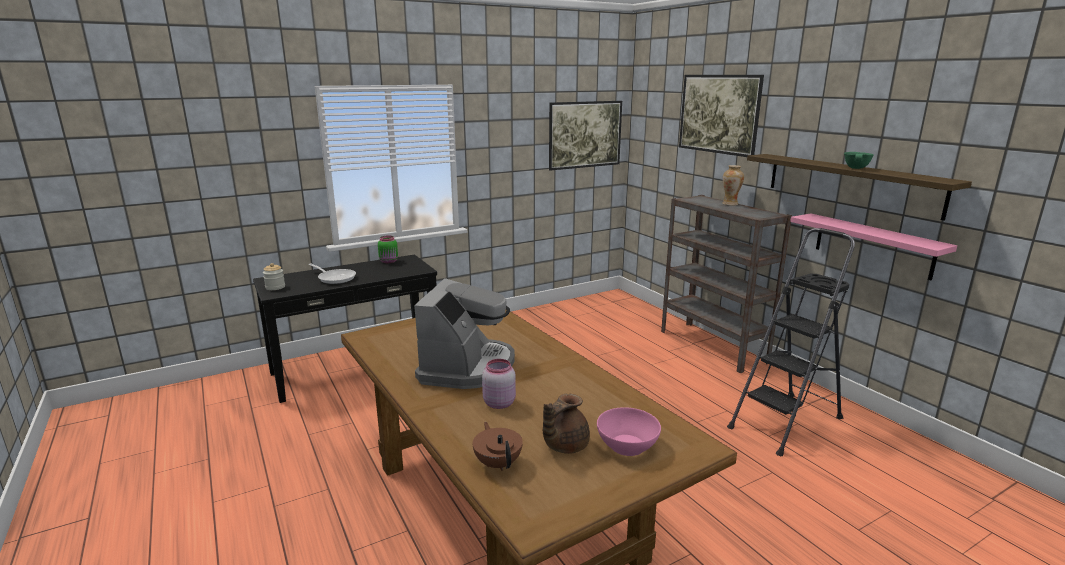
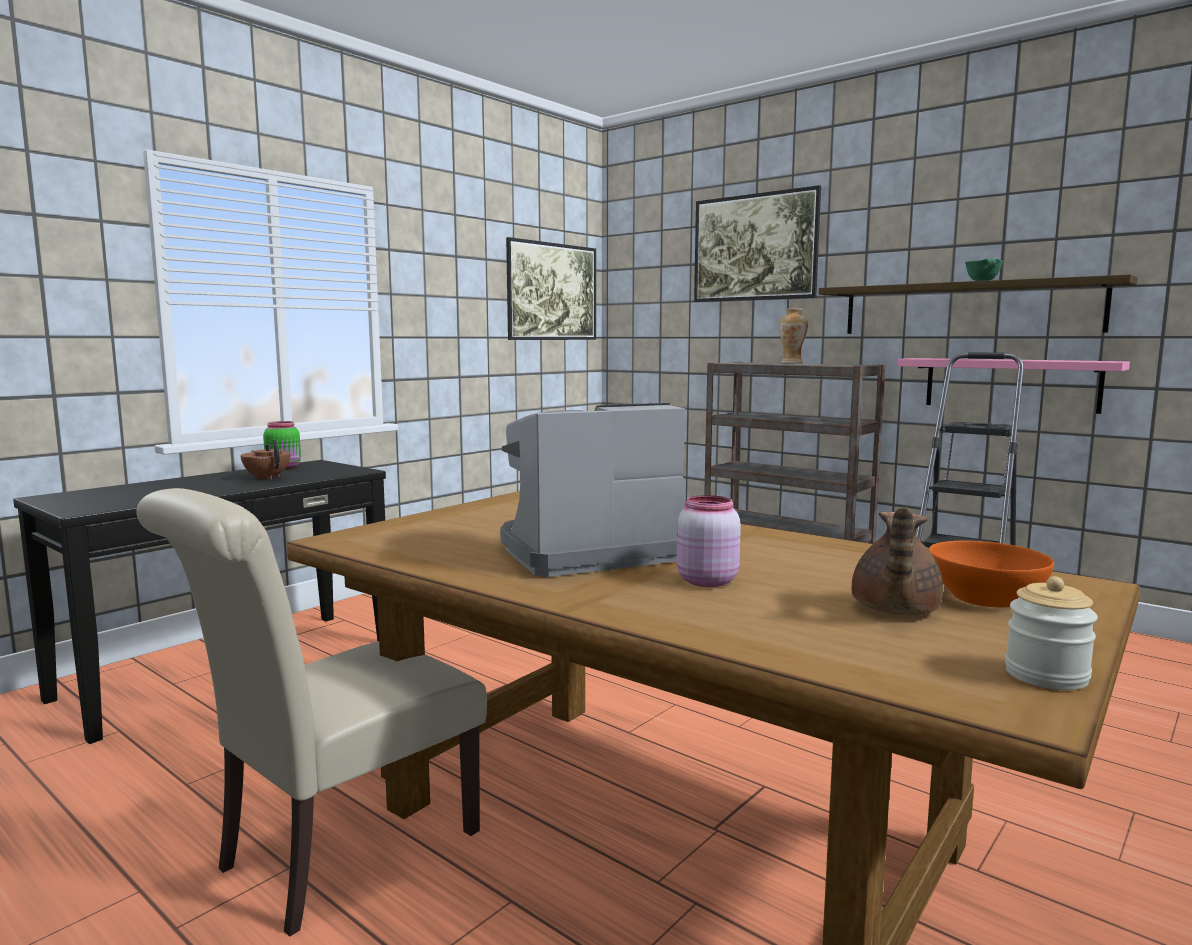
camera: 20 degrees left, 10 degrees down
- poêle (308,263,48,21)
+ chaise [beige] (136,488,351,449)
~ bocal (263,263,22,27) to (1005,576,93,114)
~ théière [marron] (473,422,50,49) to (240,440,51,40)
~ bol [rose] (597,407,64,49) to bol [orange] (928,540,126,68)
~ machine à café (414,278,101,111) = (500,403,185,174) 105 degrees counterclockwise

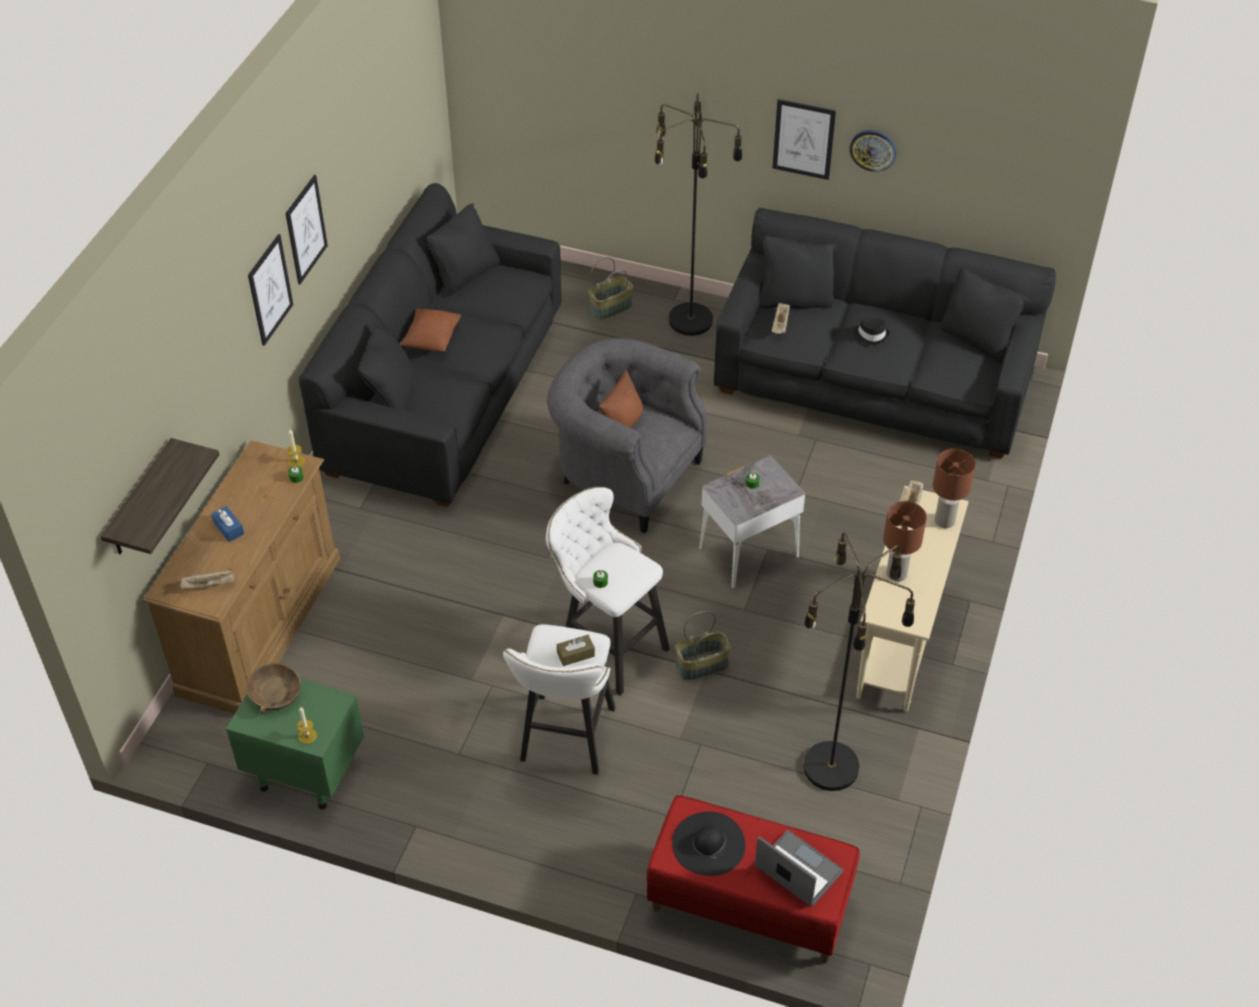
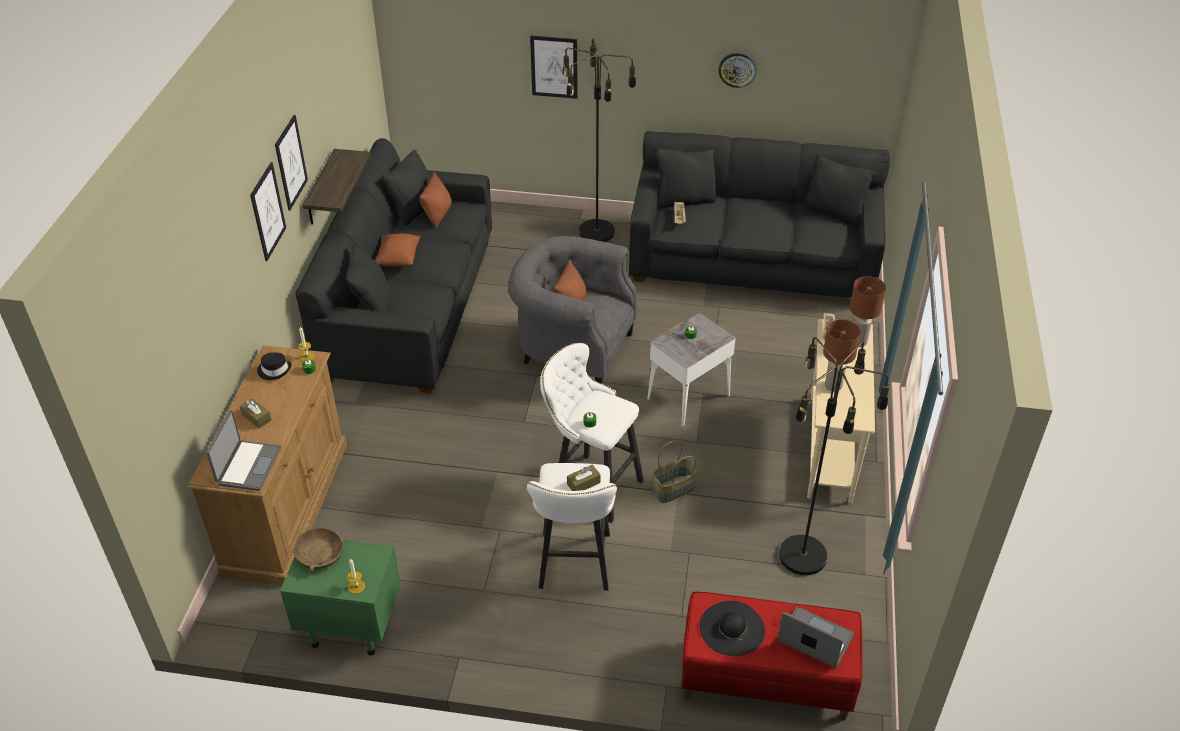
camera: 10 degrees left, 5 degrees down
- panier (588,257,45,63)
+ coussin [marron] (420,172,32,55)
~ étagère (100,438,119,116) to (302,149,69,76)
~ tableau (773,99,63,81) to (530,35,48,64)
~ chapeau [noir] (853,317,37,28) to (257,352,35,28)
~ plateau [beige] (181,569,54,21) to ordinateur portable (206,410,75,81)
~ boîte à mouchoirs [bleu] (211,506,33,36) to boîte à mouchoirs [marron] (240,398,32,30)

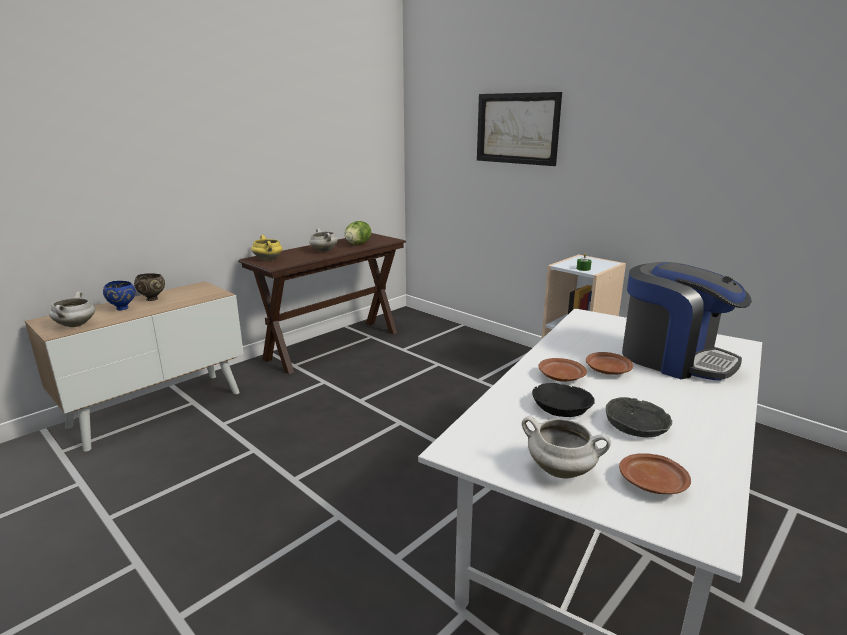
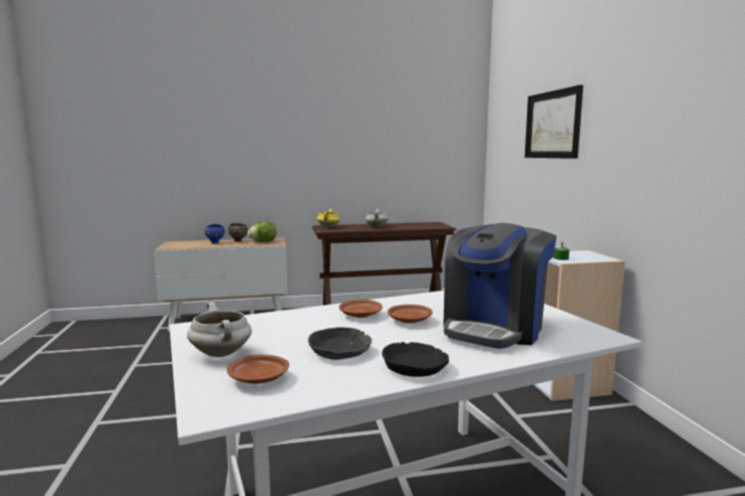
camera: 35 degrees right, 10 degrees down
- marmite [blanc] (49,292,46,35)
~ laitue (345,221,26,24) to (248,221,28,21)
~ bol [noir] (532,383,63,34) to (382,342,67,35)
~ machine à café (622,262,130,119) = (443,223,114,126) 45 degrees clockwise

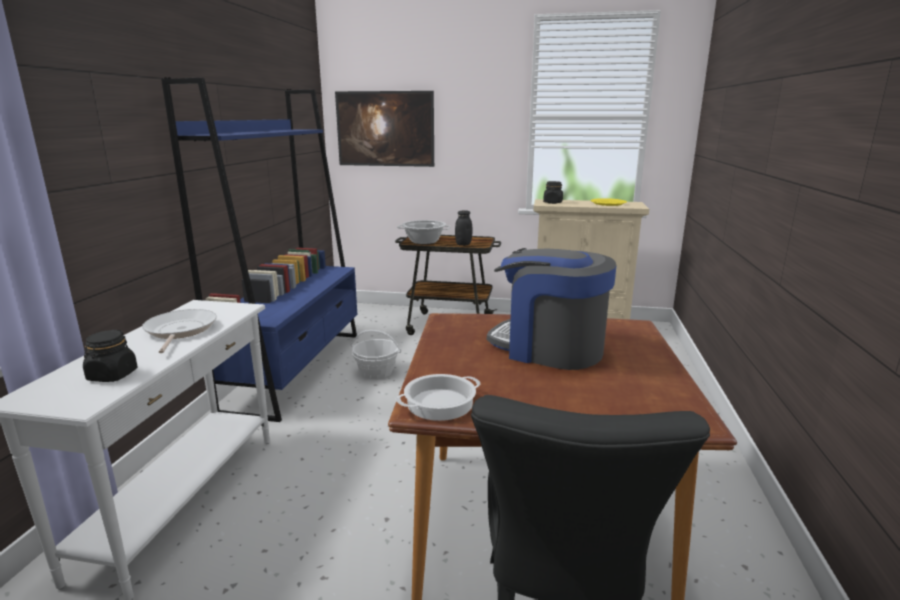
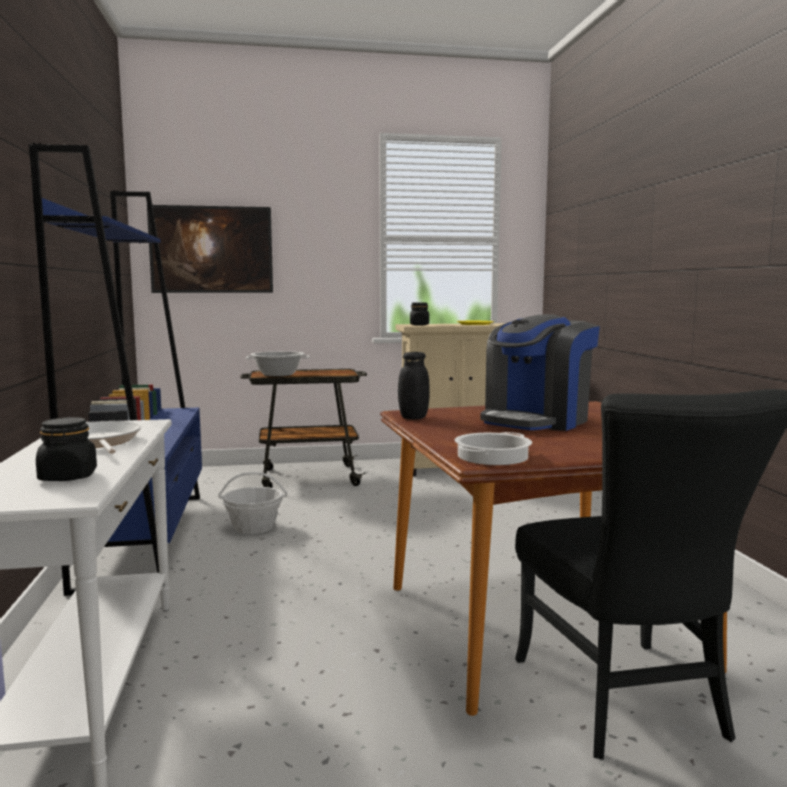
camera: 20 degrees left, 10 degrees down
~ bocal [noir] (455,210,17,36) to (398,352,32,67)
~ machine à café (487,248,130,122) = (480,314,120,117) 60 degrees counterclockwise

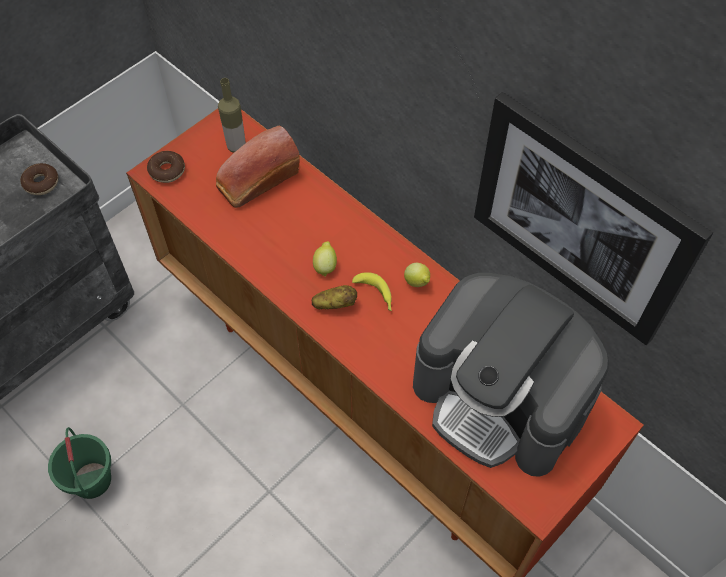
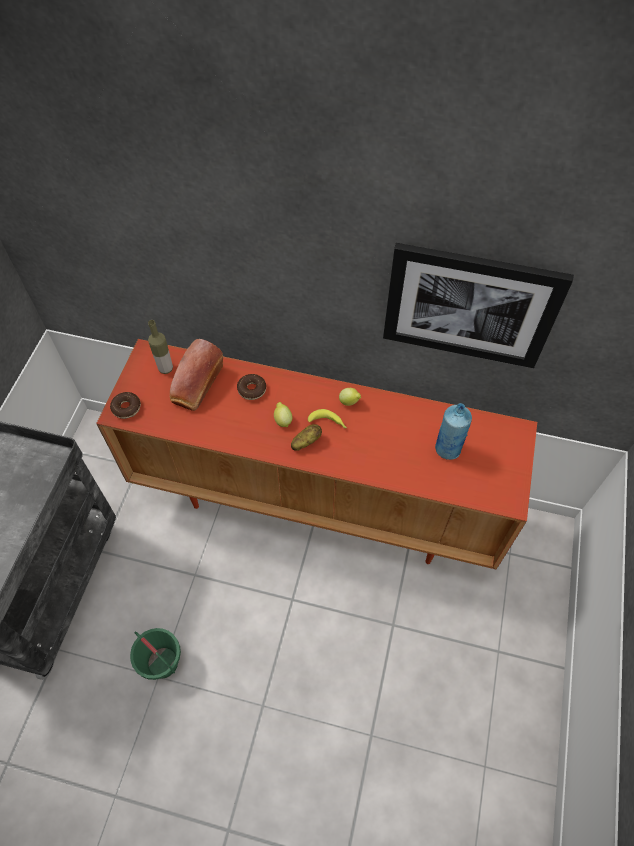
camera: 30 degrees left, 0 degrees up
~ beignet (20,163,38,32) to (237,374,29,26)
~ machine à café (413,273,196,204) to bouteille [bleu] (435,403,37,57)

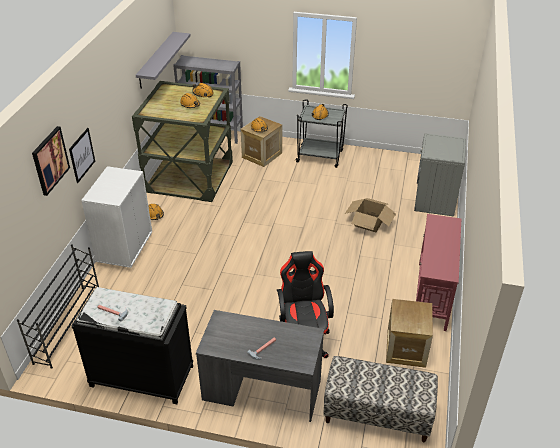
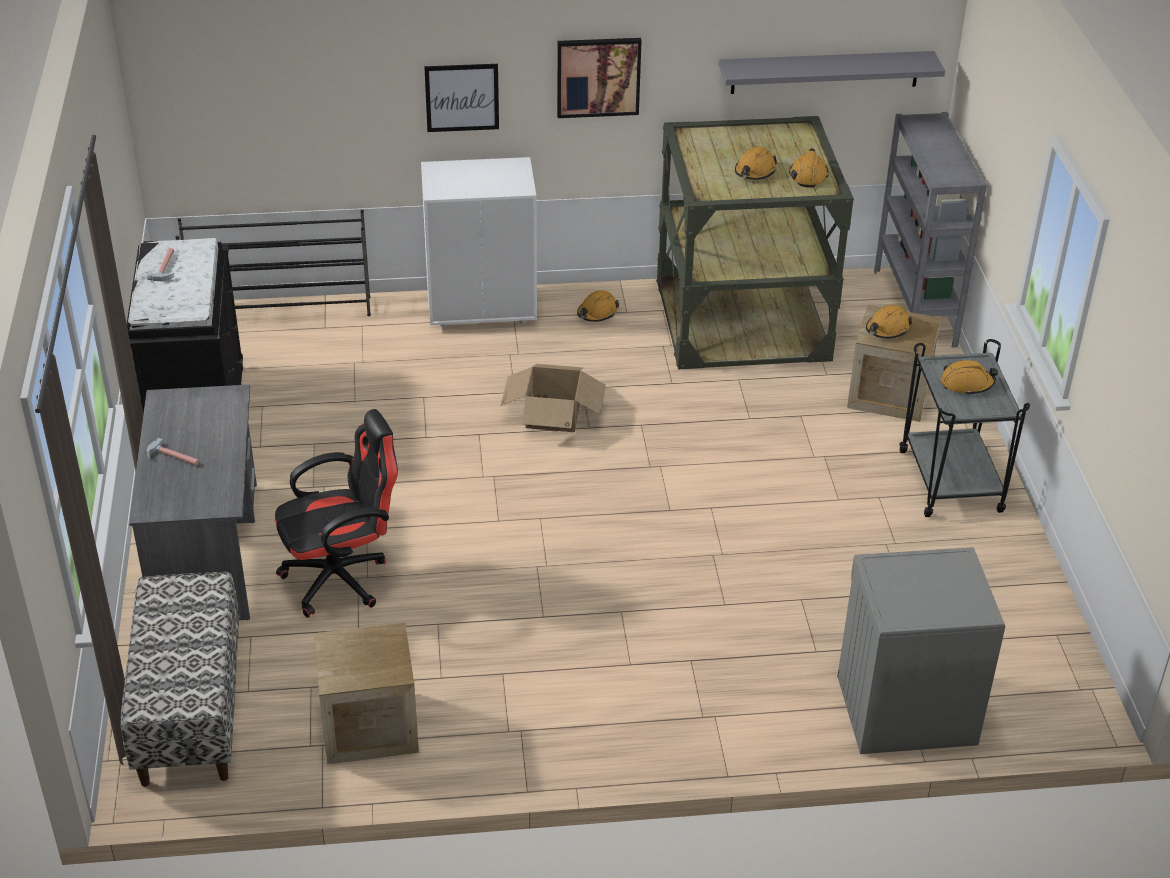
camera: 70 degrees right, 0 degrees up
- table console [rouge] (416,214,45,117)
~ tableau (32,126,38,70) to (557,38,84,80)
~ carton (345,198,51,34) to (500,364,106,68)

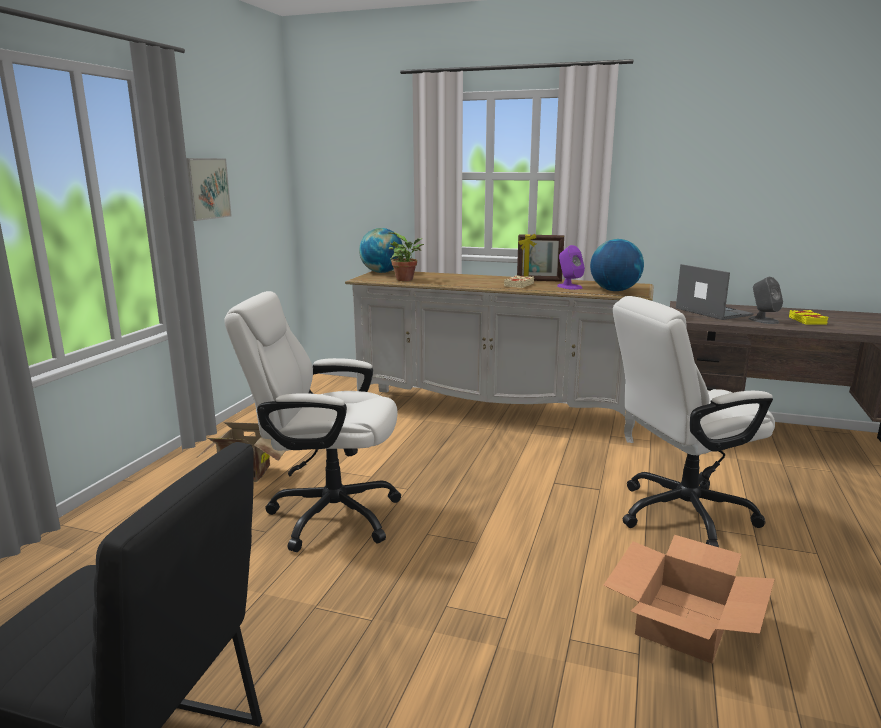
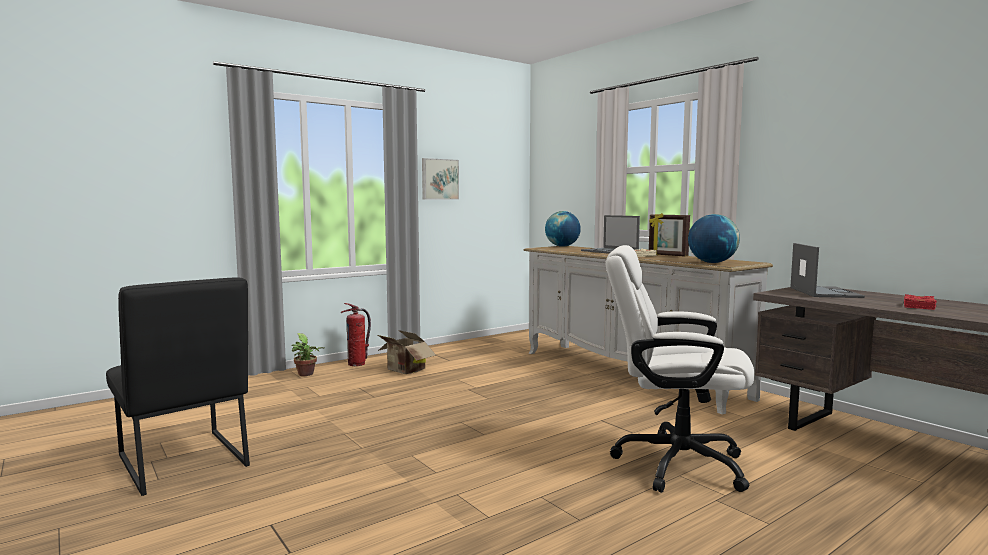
camera: 35 degrees right, 10 degrees down
- chaise de bureau [blanc] (224,291,177,261)
- enceinte [violet] (557,245,28,45)
- carton (603,535,172,129)
- enceinte [gris] (748,277,35,47)
+ extincteur (341,303,30,63)
+ ordinateur portable (581,215,59,39)
~ plante en pot (387,232,37,49) to (291,333,34,43)
~ livre [jaune] (789,310,39,15) to livre [rouge] (904,294,33,16)

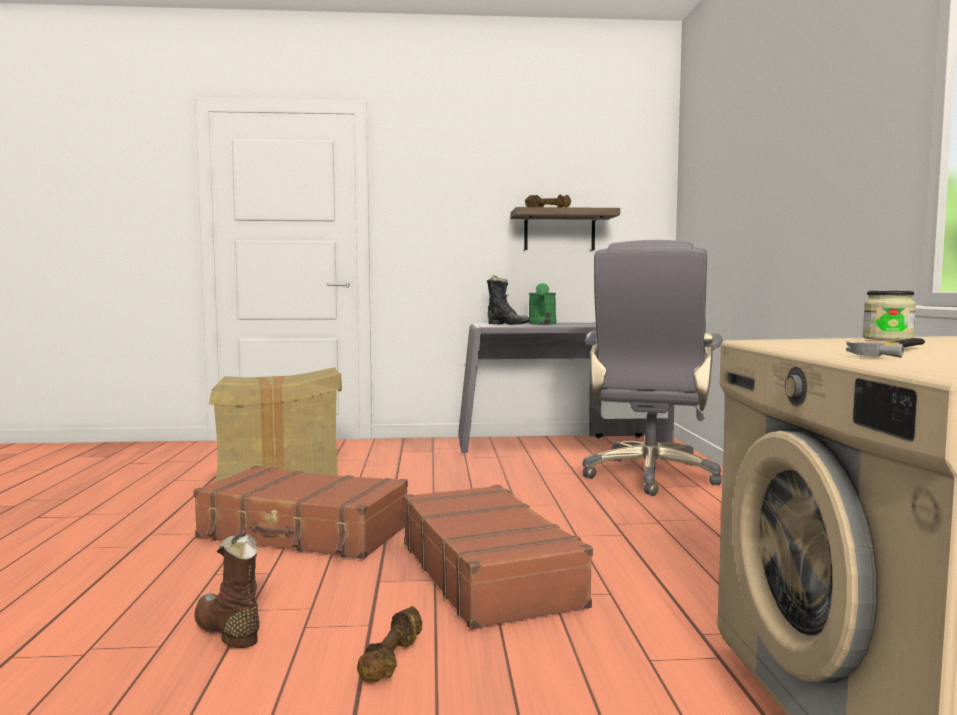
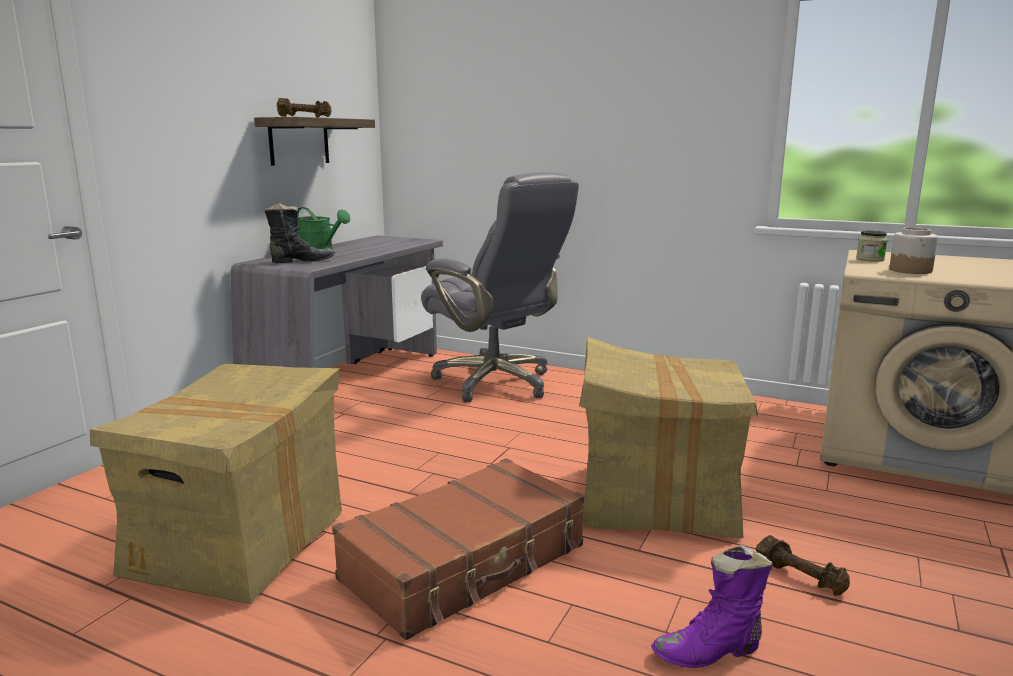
camera: 60 degrees left, 10 degrees up
- marteau (846,338,79,20)
+ bocal (889,227,49,47)
~ valise [marron] (404,485,189,145) to carton (579,337,179,201)
~ botte [marron] (194,534,66,114) to botte [violet] (651,545,121,123)

